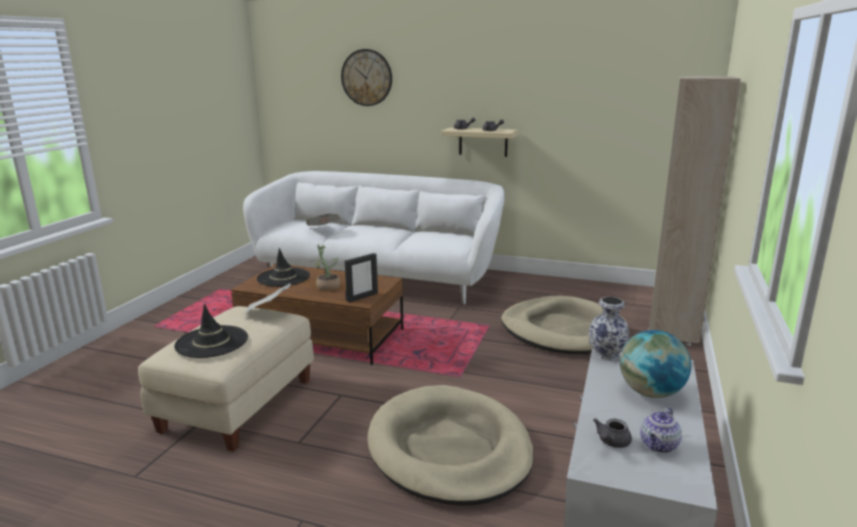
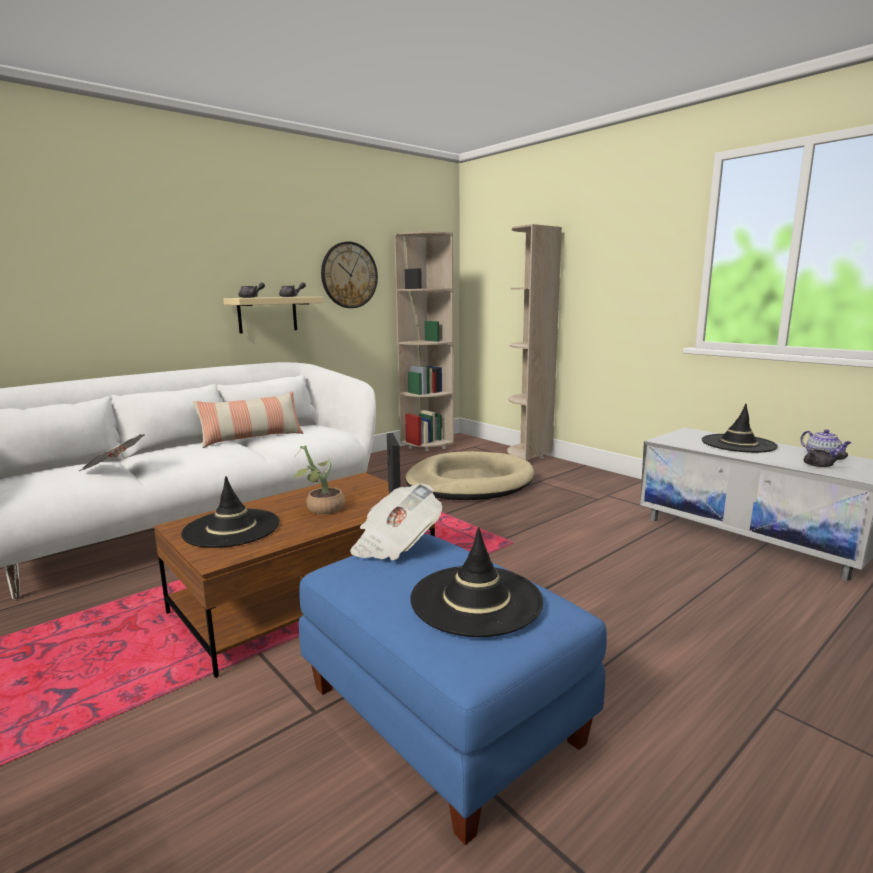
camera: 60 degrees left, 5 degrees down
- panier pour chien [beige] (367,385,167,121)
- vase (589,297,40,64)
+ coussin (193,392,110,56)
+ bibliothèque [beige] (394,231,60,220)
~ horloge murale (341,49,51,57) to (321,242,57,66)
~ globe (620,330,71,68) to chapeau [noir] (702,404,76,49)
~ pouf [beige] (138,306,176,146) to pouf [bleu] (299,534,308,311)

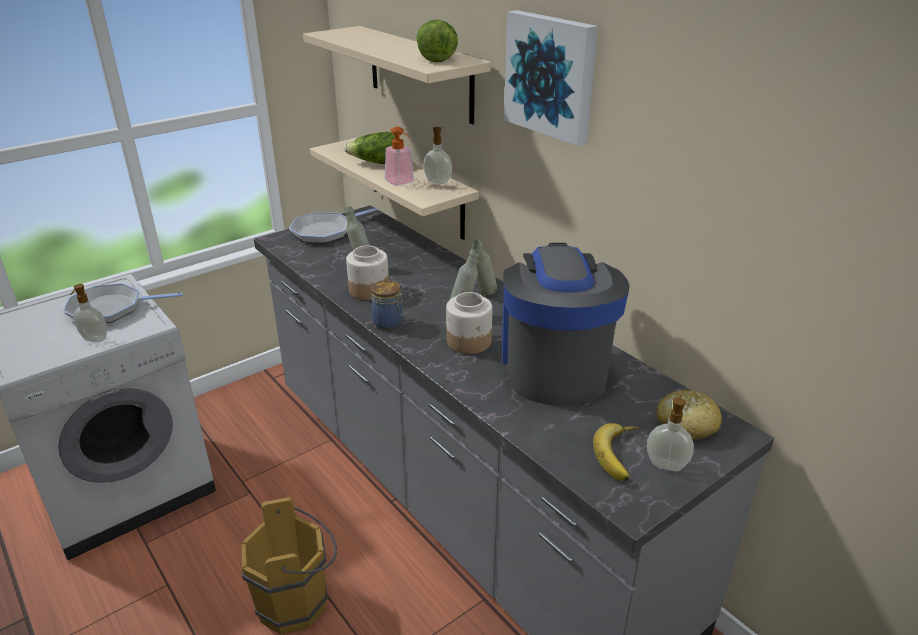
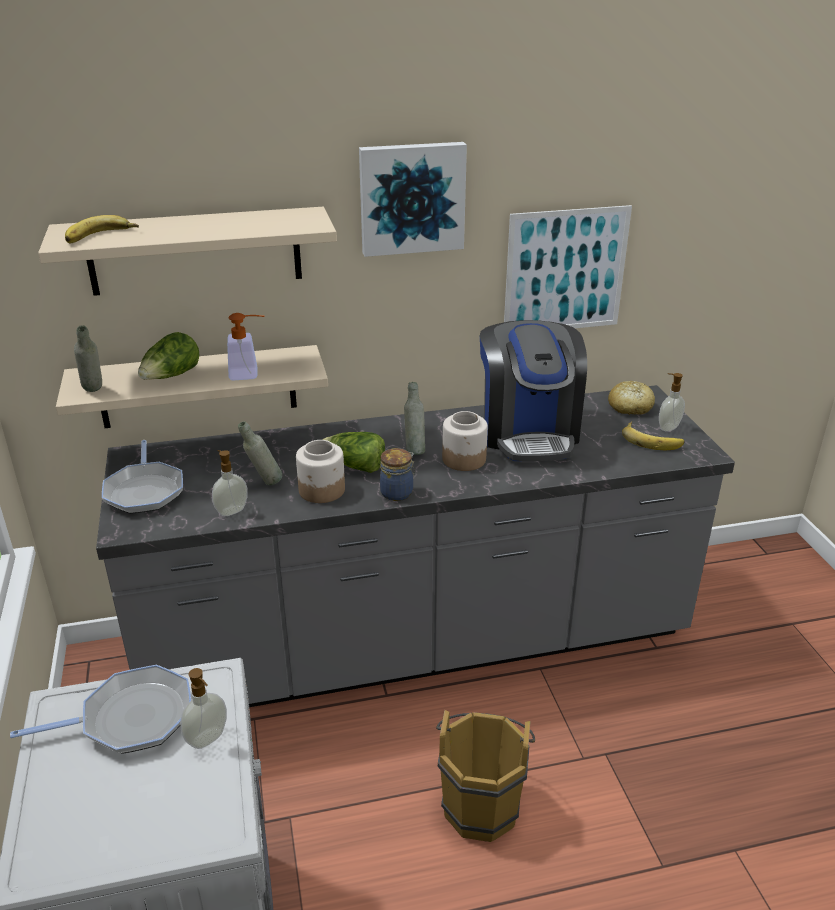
camera: 65 degrees left, 0 degrees up
+ banane (65,215,74,29)
+ tableau (504,205,128,123)
~ laitue (416,19,42,43) to (322,432,63,41)
~ distributeur de savon (423,127,29,57) to (212,450,36,66)
~ bouteille [gris] (472,239,25,57) to (74,325,28,67)
~ poêle (63,283,120,40) = (10,665,181,89) 120 degrees counterclockwise
~ machine à café (502,243,128,163) = (480,320,107,141) 120 degrees counterclockwise

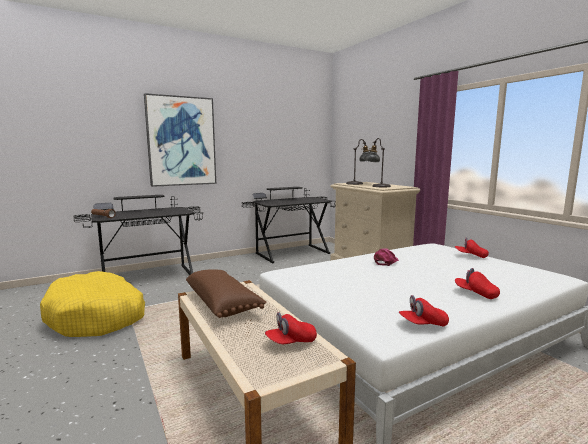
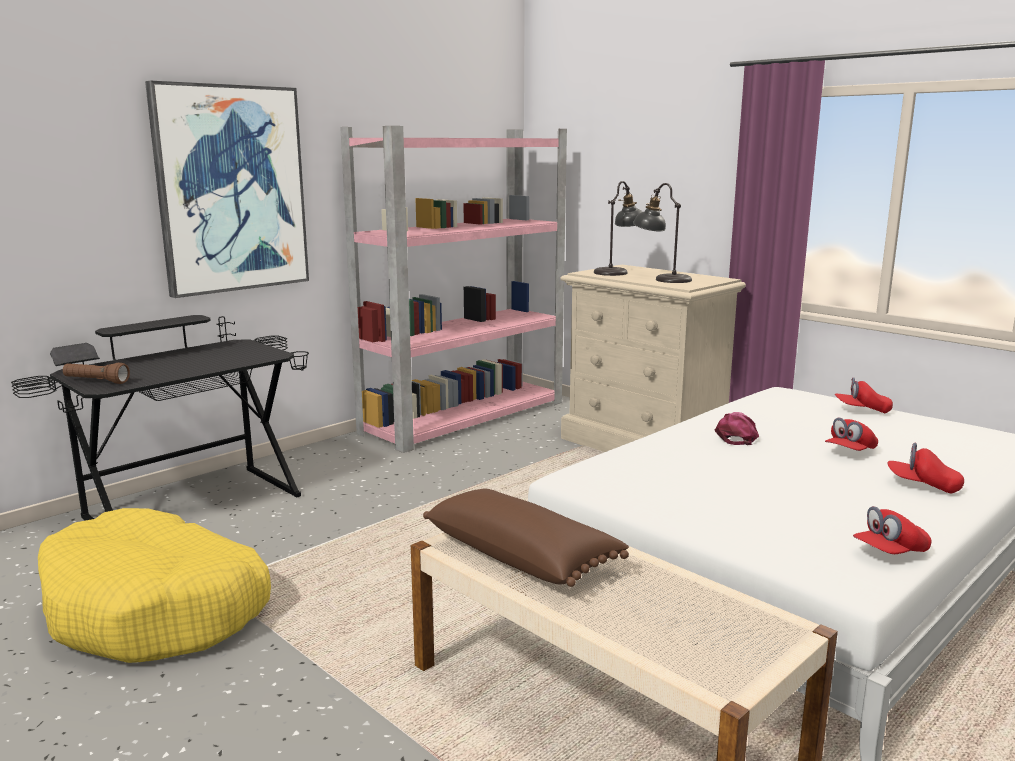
camera: 15 degrees left, 5 degrees up
~ casquette [rouge] (265,312,52,32) to (825,418,53,33)
~ bureau [noir] (241,187,95,76) to bibliothèque [rose] (340,126,227,327)

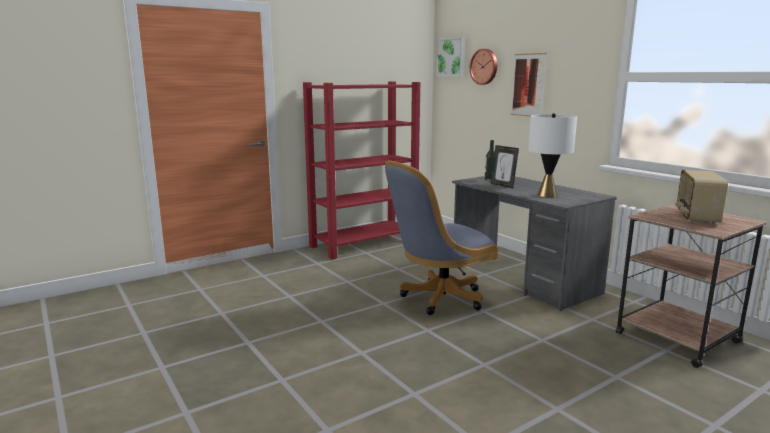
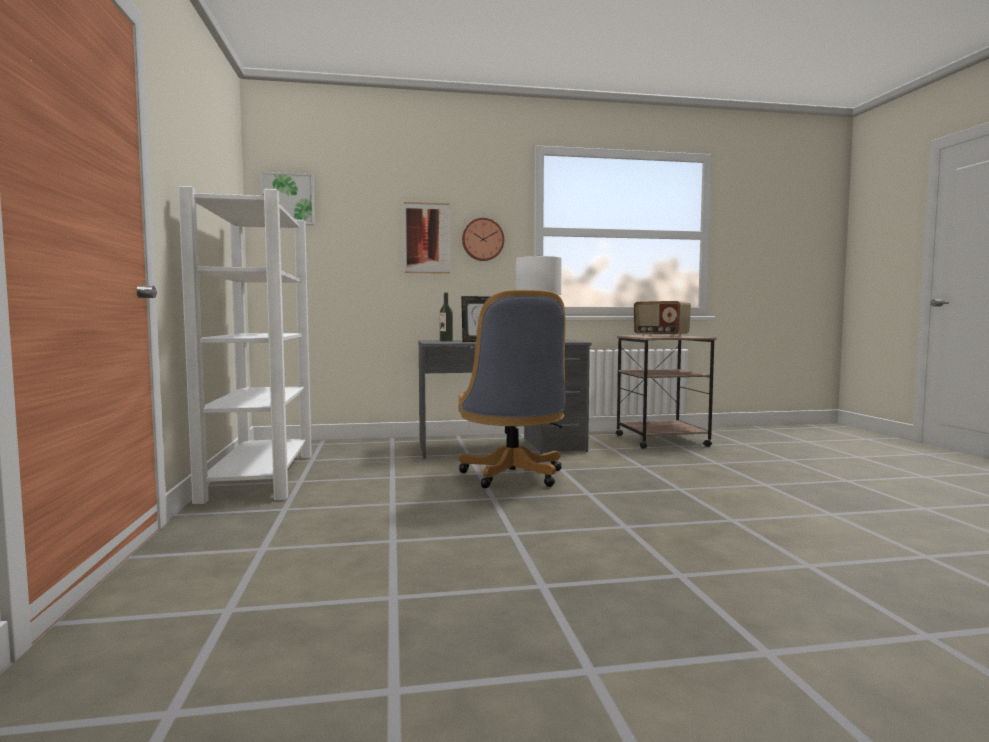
camera: 65 degrees left, 10 degrees down
~ horloge murale (470,49,27,36) to (462,218,42,43)
~ bibliothèque [rouge] (303,81,117,178) to bibliothèque [blanc] (178,186,134,318)

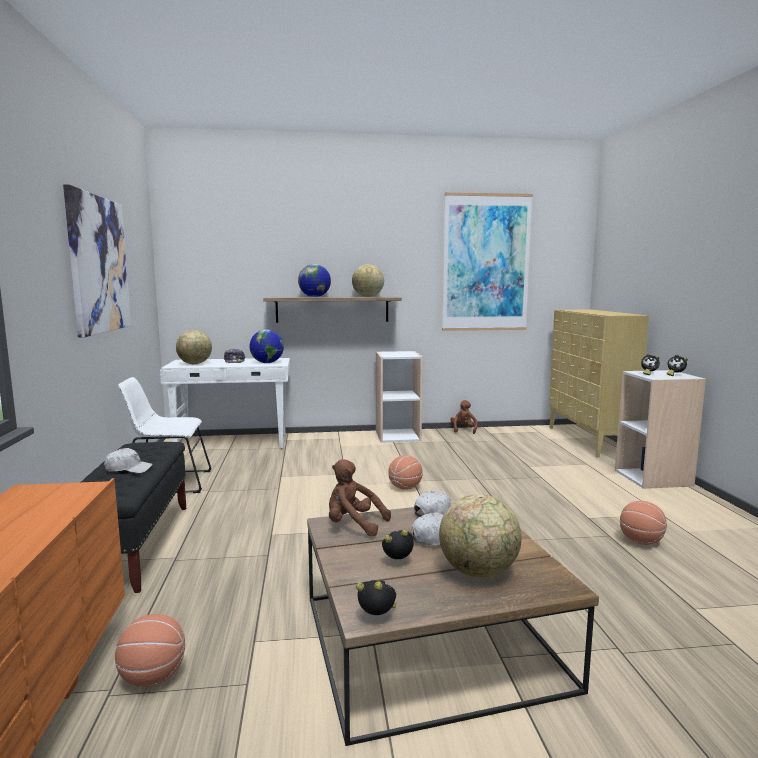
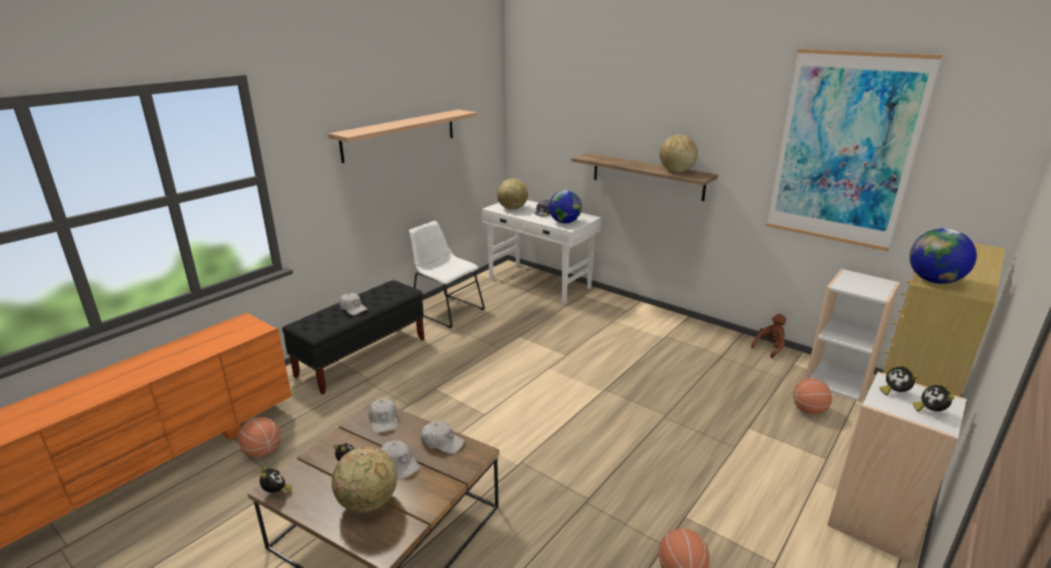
camera: 45 degrees right, 15 degrees up
~ globe (298,264,33,33) to (909,228,68,56)
~ bibliothèque (376,351,47,92) to (805,269,95,133)
~ ballon de basket (388,455,35,35) to (793,378,39,37)
~ tableau (63,184,68,154) to étagère (328,110,149,53)
~ peluche [marron] (329,459,62,77) to casquette [blanc] (369,398,29,35)

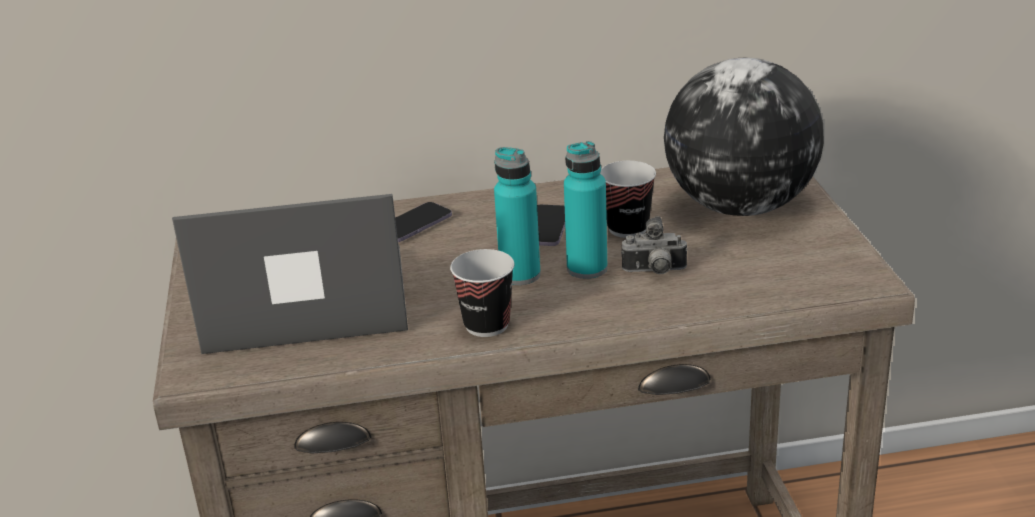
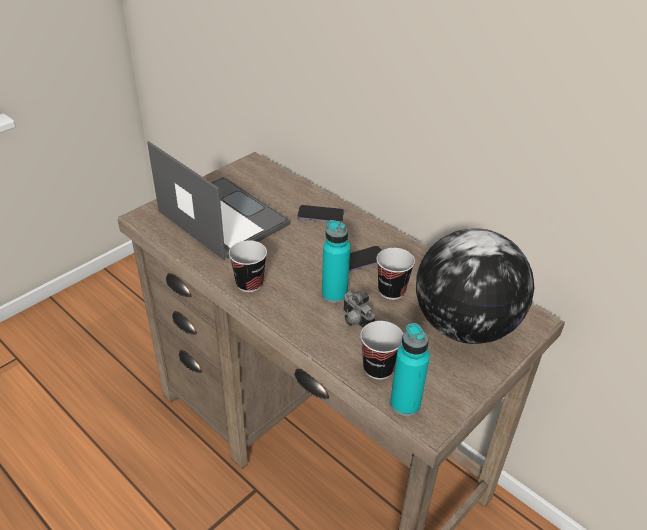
camera: 50 degrees right, 10 degrees up
+ tasse (360,321,43,59)
~ bouteille [turquoise] (494,147,47,138) to (390,323,40,93)

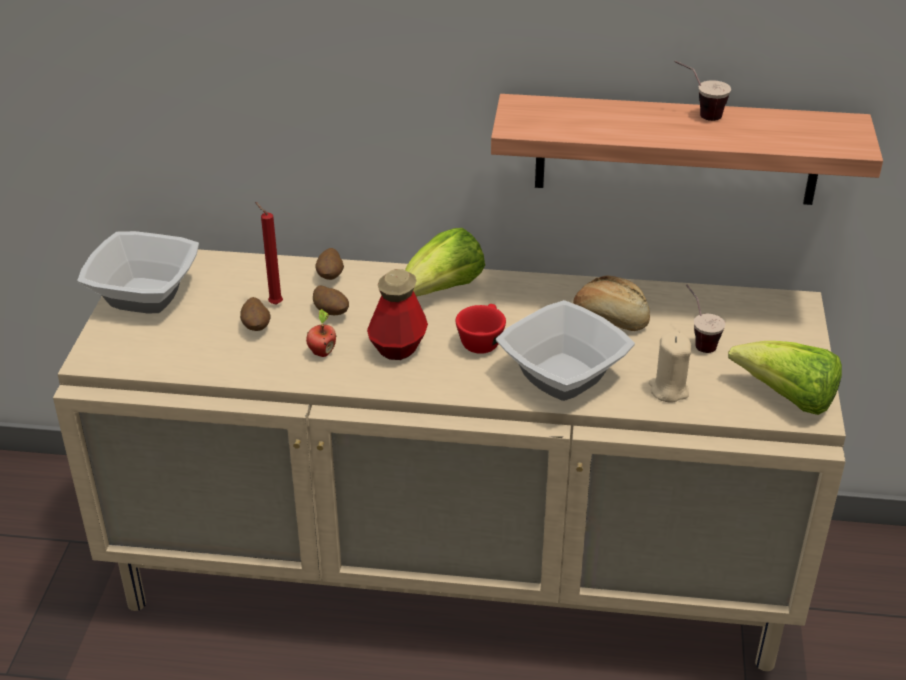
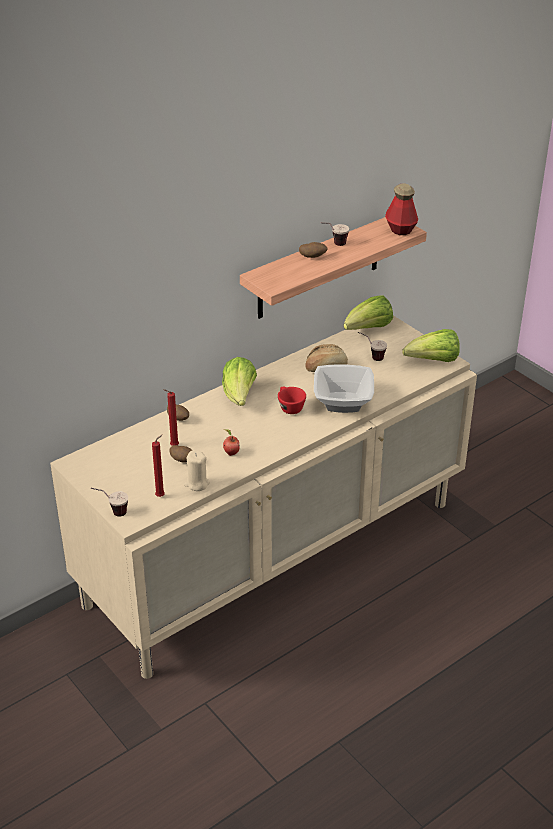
camera: 45 degrees left, 0 degrees up
- bol (77,231,122,82)
+ tasse (91,488,37,29)
+ bougie [rouge] (152,434,13,63)
+ laitue (344,296,49,34)
~ pomme de terre (313,286,36,29) to (299,242,29,16)
~ bouteille (367,269,61,91) to (385,184,33,51)
~ bougie [beige] (649,332,42,71) to (184,450,26,41)

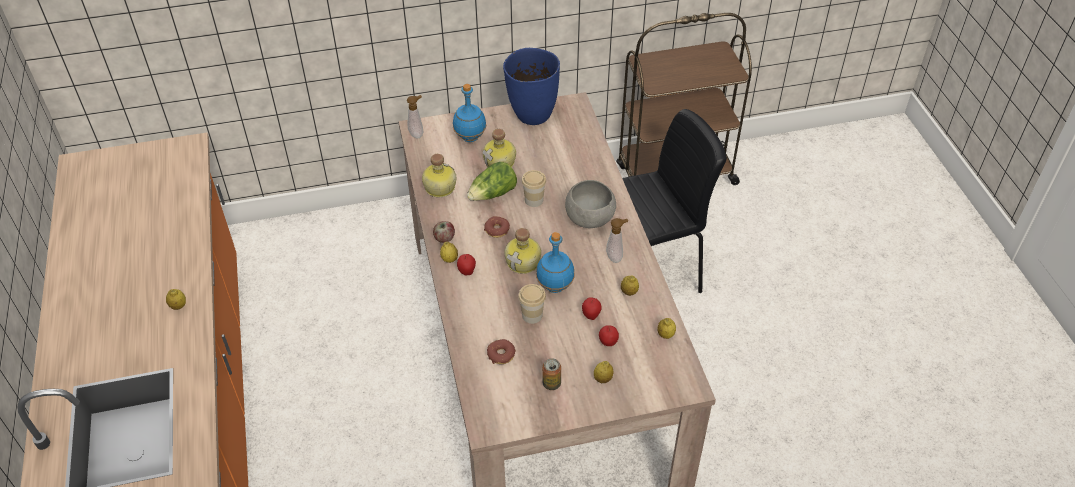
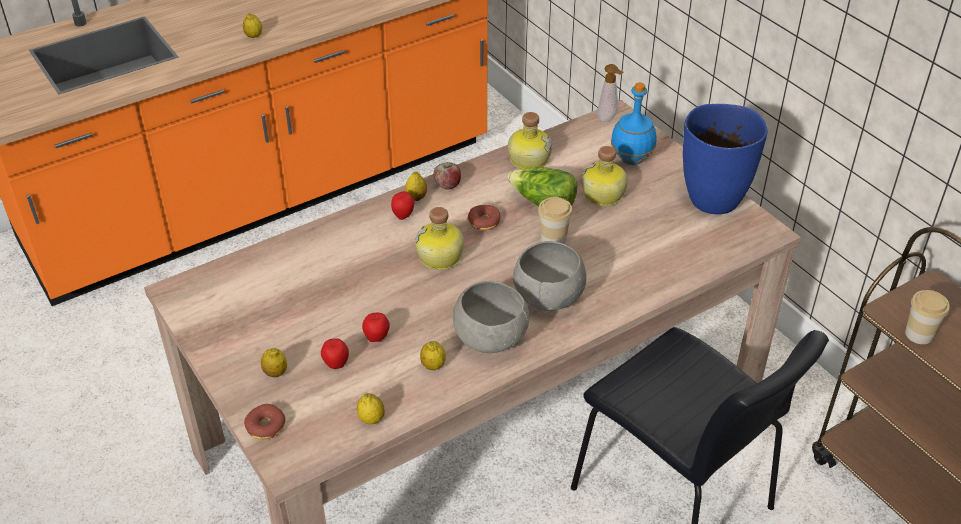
camera: 70 degrees right, 5 degrees down
- bouteille [bleu] (536,232,38,61)
- boîte métallique (542,358,19,32)
~ beignet (487,339,29,25) to (244,404,42,36)
~ tasse (518,284,28,40) to (905,290,45,54)
~ distributeur de savon (606,218,22,45) to bol [gris] (453,281,76,72)

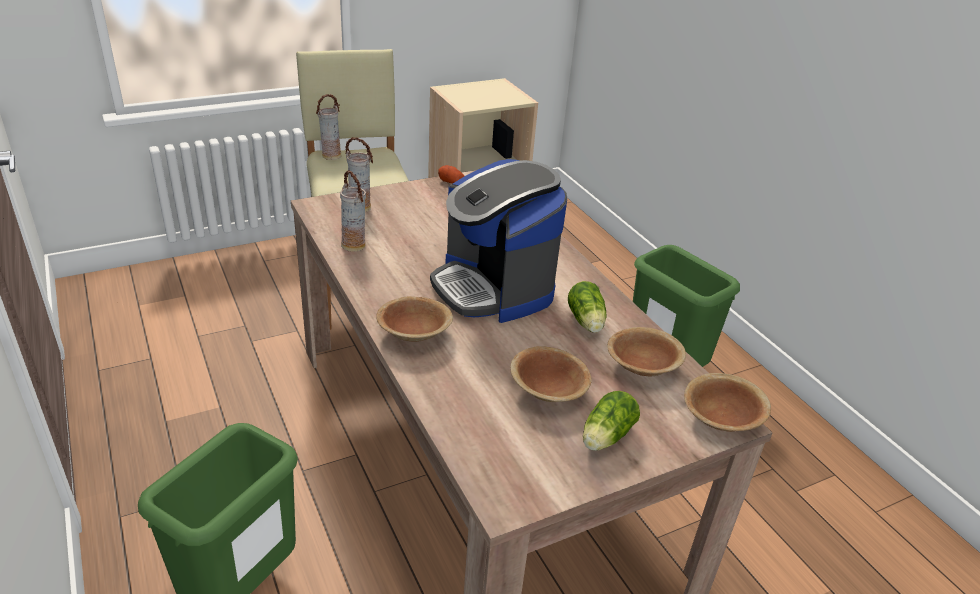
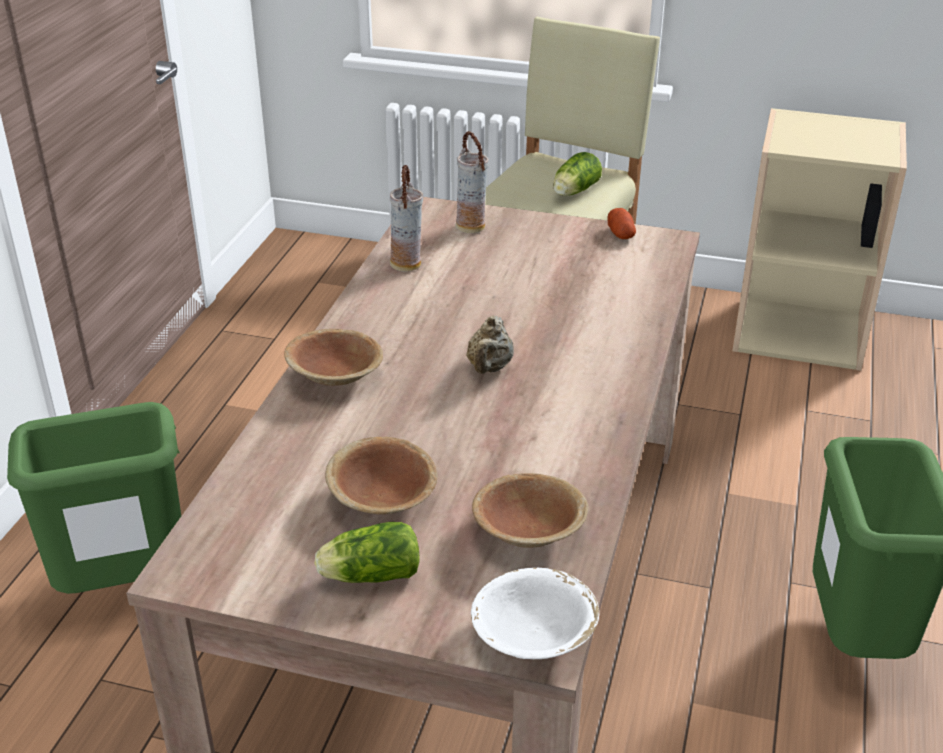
camera: 45 degrees right, 0 degrees up
- vase (316,94,25,66)
~ laitue (568,281,38,52) to (553,152,49,44)
~ machine à café (430,159,137,164) to théière [beige] (466,316,48,58)
~ bol [marron] (684,373,87,59) to bol [blanc] (471,568,128,91)

